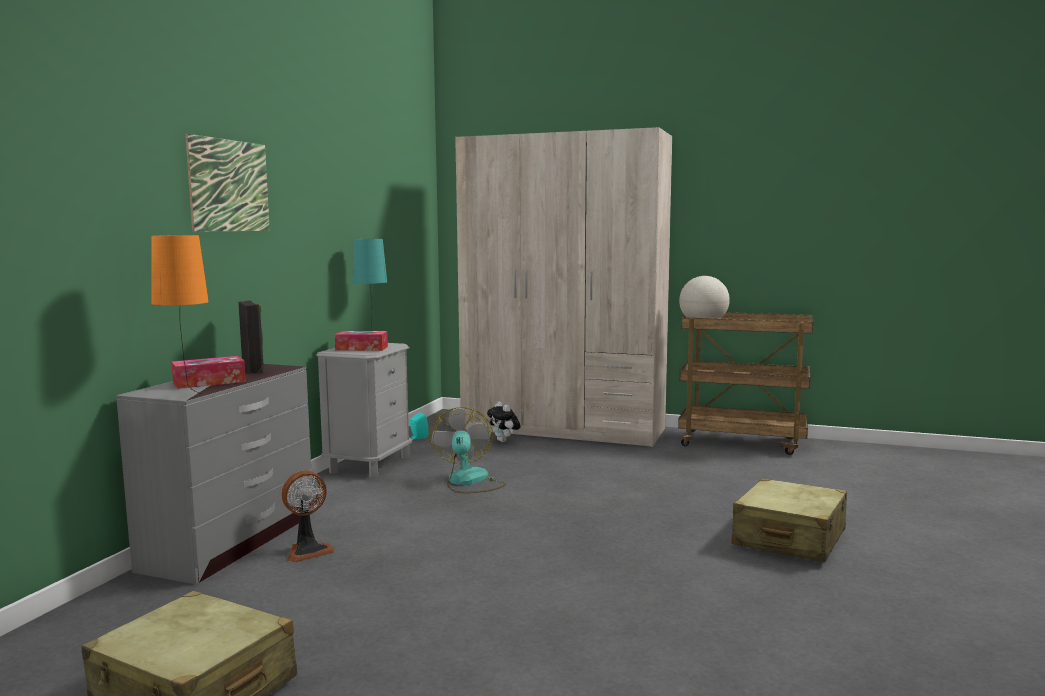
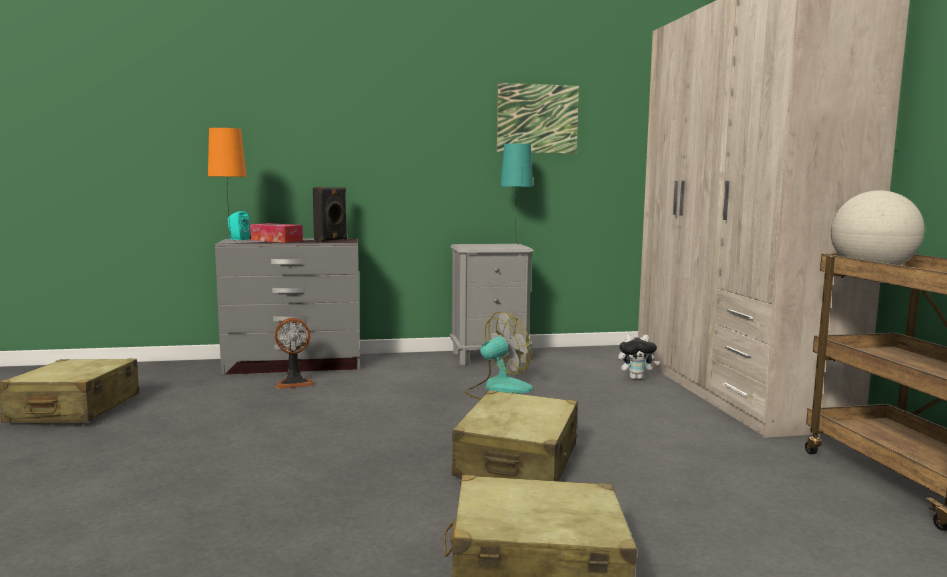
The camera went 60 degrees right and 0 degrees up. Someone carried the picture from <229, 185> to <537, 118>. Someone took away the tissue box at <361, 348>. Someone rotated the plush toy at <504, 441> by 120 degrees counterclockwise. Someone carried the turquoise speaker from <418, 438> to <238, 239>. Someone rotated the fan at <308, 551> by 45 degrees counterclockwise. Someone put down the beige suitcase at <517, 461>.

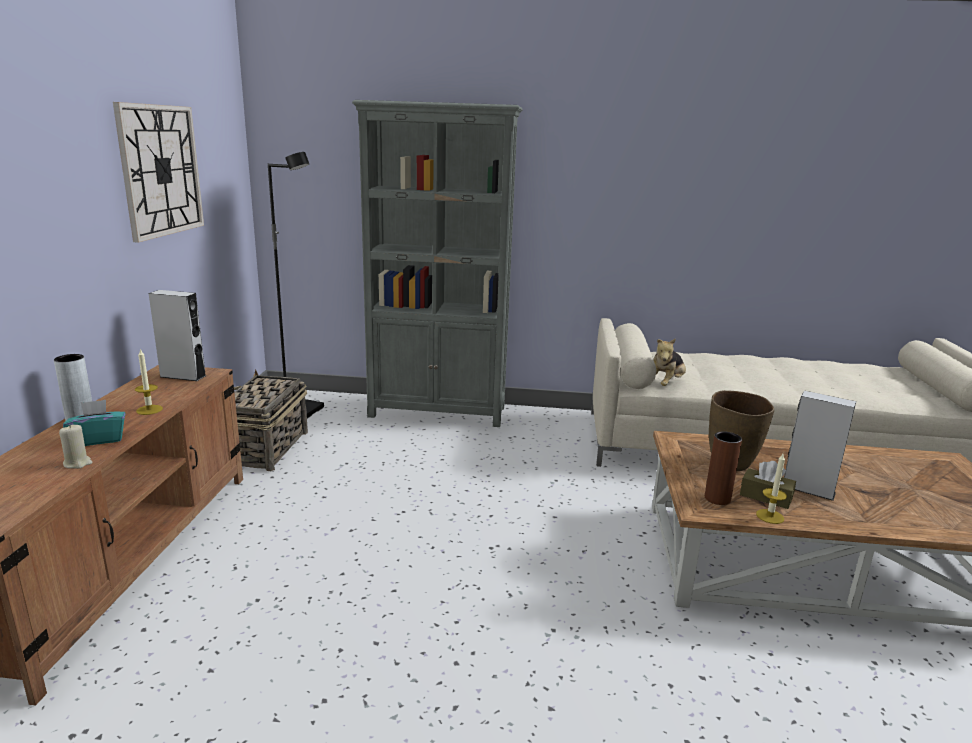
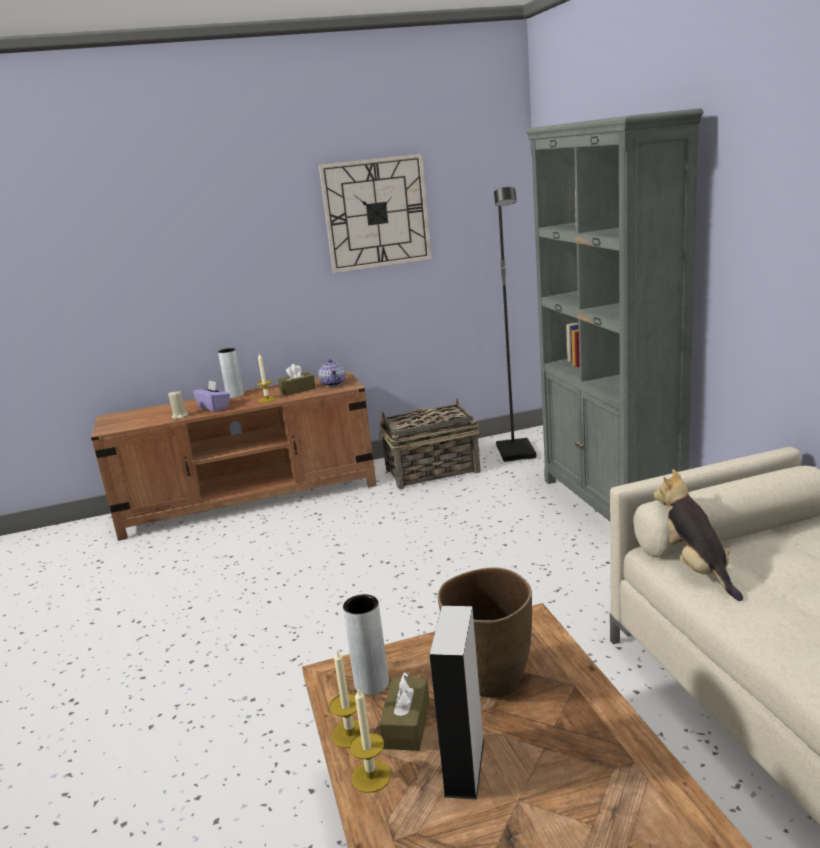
The camera went 70 degrees right and 0 degrees up. Someone swapped the grey speaker at <183, 376> for the teapot at <333, 384>. Someone rotated the plush toy at <666, 384> by 60 degrees clockwise. Someone repainted the turquoise tissue box at <99, 439>, which became the purple tissue box at <214, 407>. Someone repainted the brown vase at <717, 498>, which became the grey vase at <371, 684>. Someone put down the brown tissue box at <297, 390>. Someone put down the candle at <371, 776>.

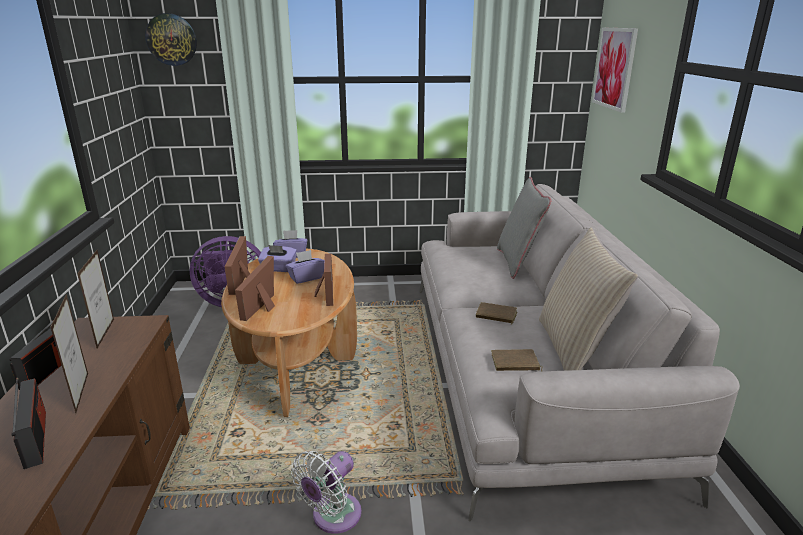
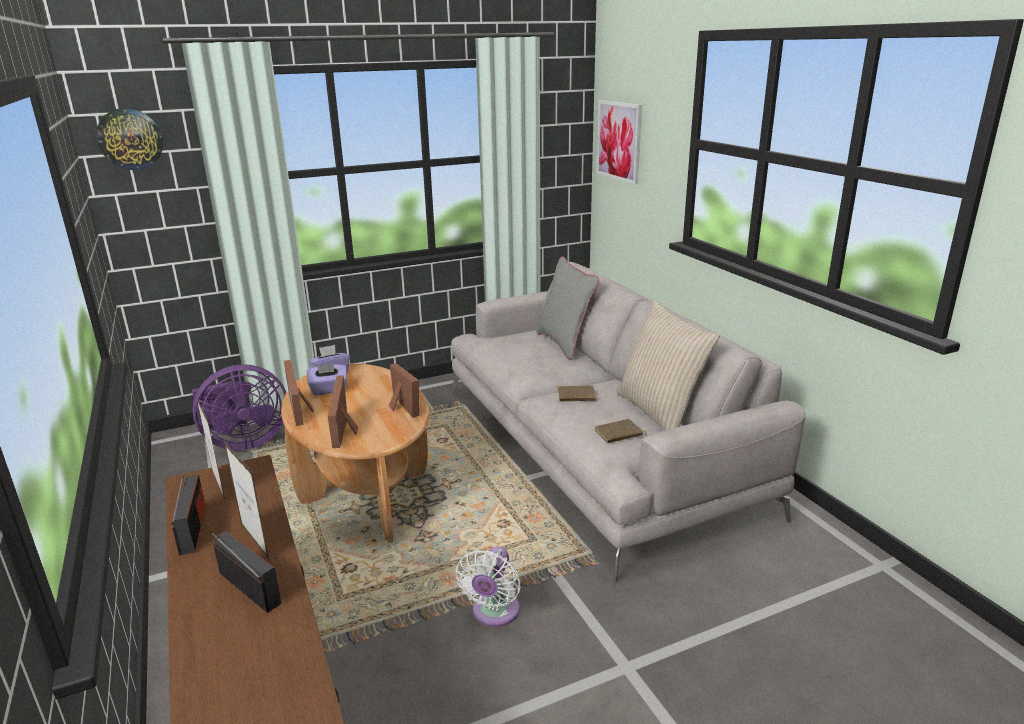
The camera went 20 degrees left and 0 degrees up. Someone took away the purple tissue box at <306, 278>.

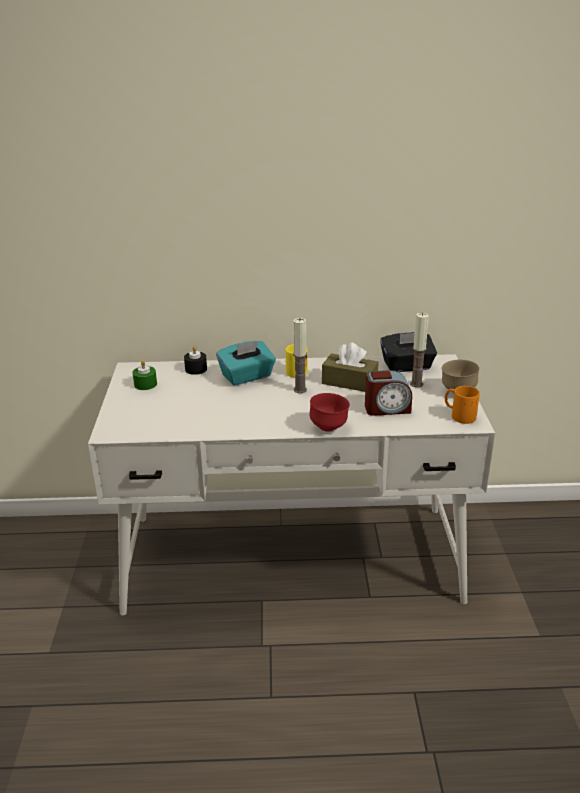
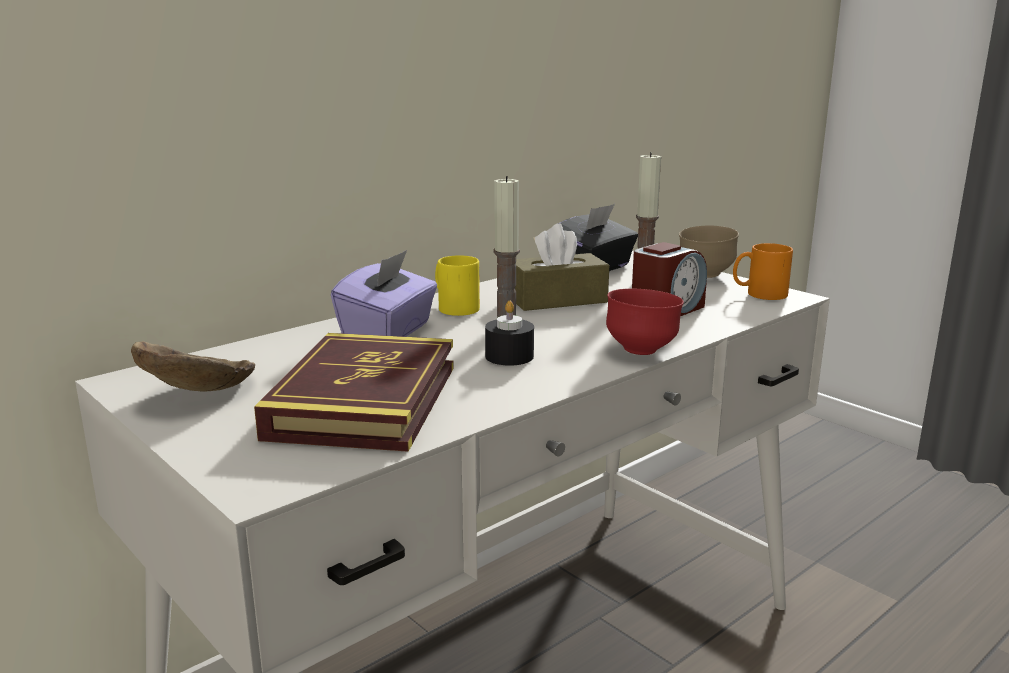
The camera went 40 degrees left and 10 degrees down. Someone repainted the turquoise tissue box at <247, 376>, which became the purple tissue box at <388, 332>. Someone carried the black candle from <196, 369> to <509, 356>. Someone swapped the green candle at <145, 384> for the brown bowl at <204, 392>. Someone put down the book at <364, 401>.

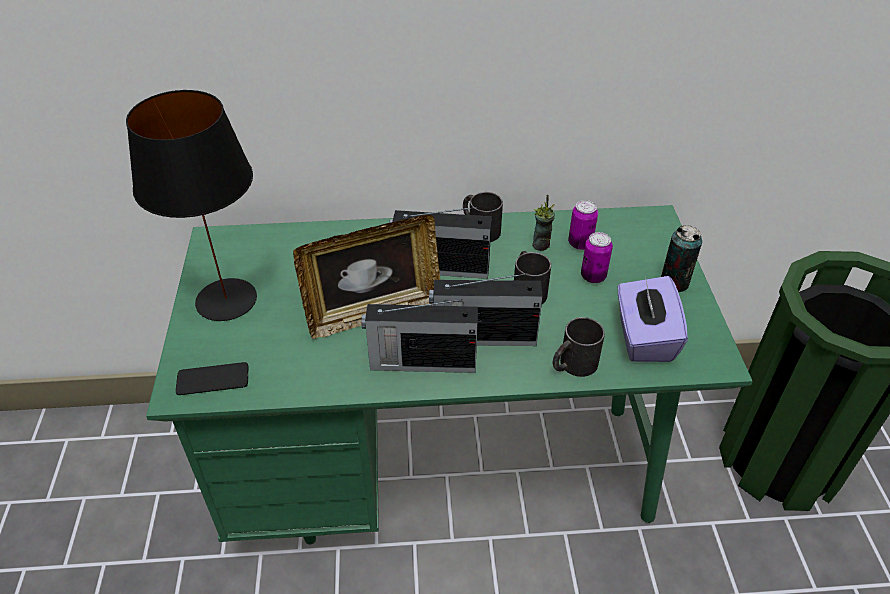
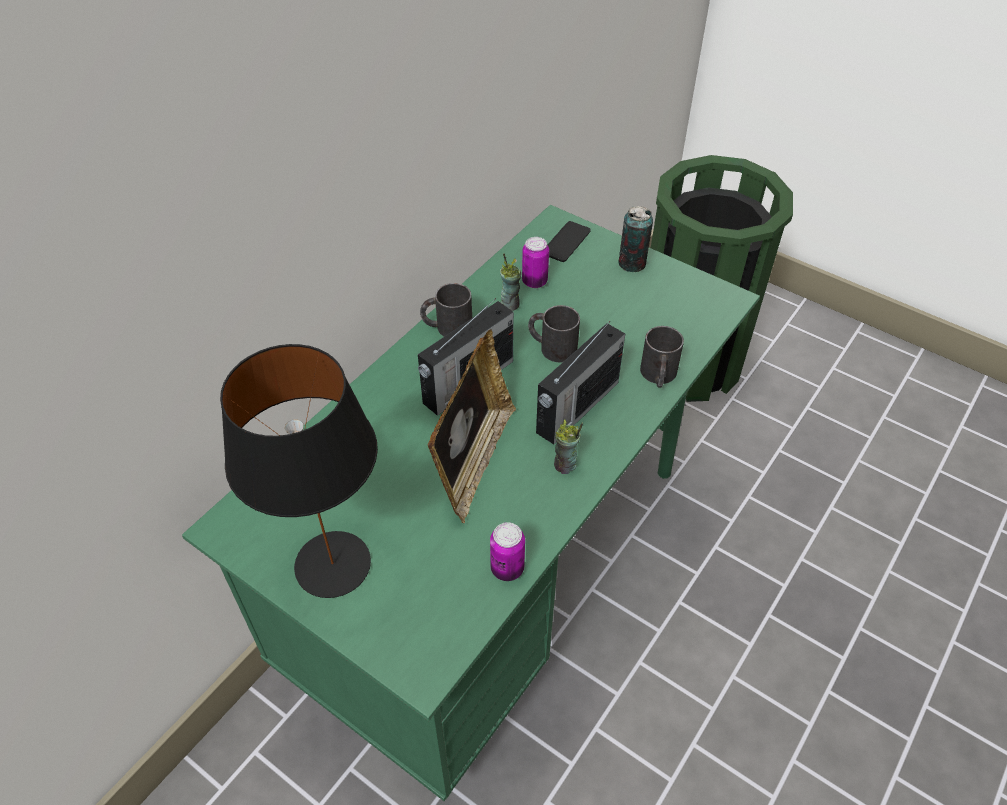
The camera went 50 degrees left and 5 degrees up. Someone carried the can from <593, 276> to <507, 568>. Someone took away the purple tissue box at <643, 337>. Someone swapped the radio at <421, 362> for the cup at <565, 465>. Someone carried the phone from <213, 379> to <566, 242>.

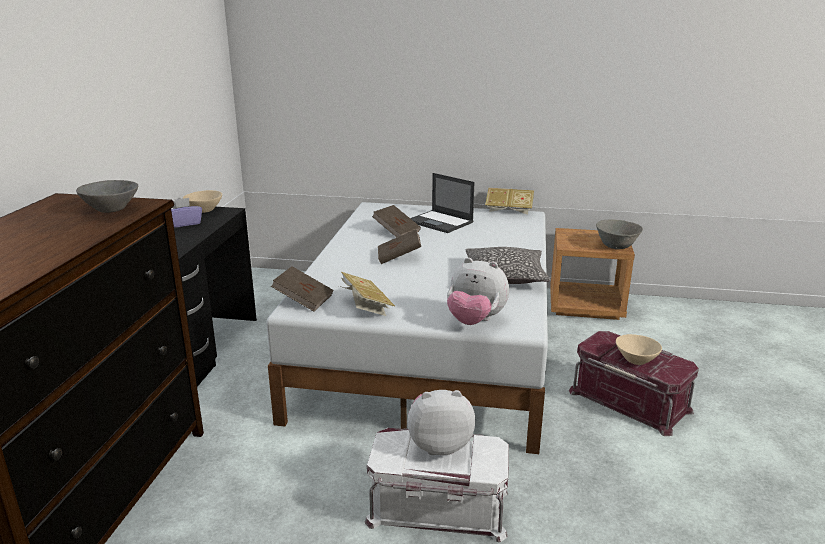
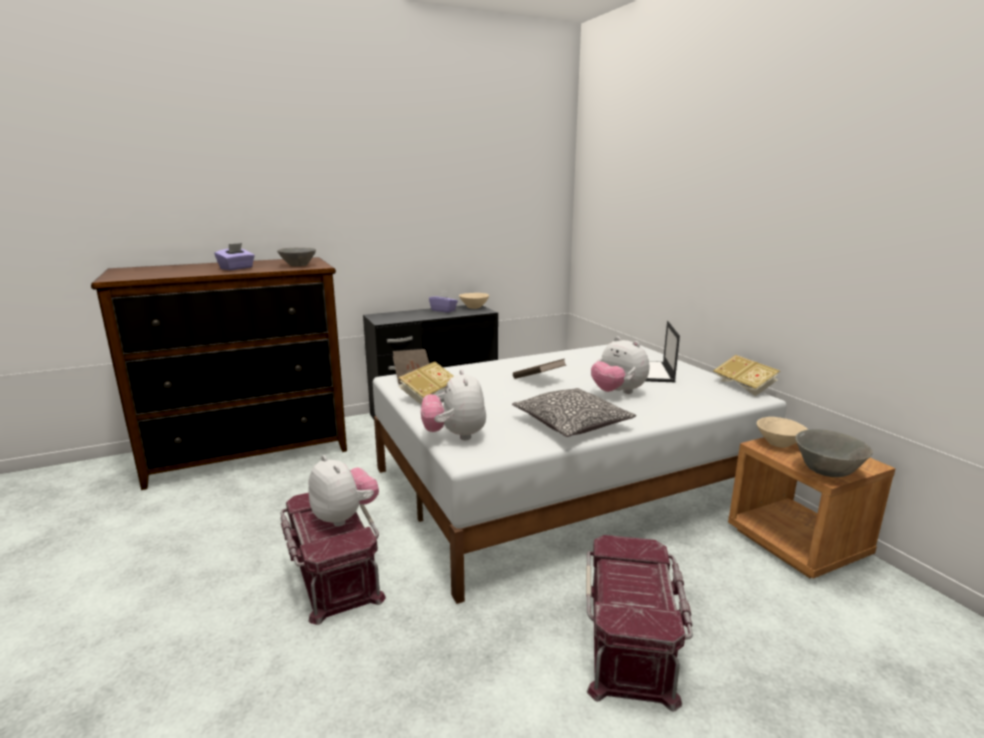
The camera went 55 degrees right and 5 degrees down. Someone took away the brown book at <396, 232>. Someone carried the beige bowl from <635, 360> to <779, 443>. Someone repainted the white storage box at <437, 508>, which became the red storage box at <332, 573>. Someone put down the purple tissue box at <237, 268>. Someone put down the plush toy at <617, 392>.

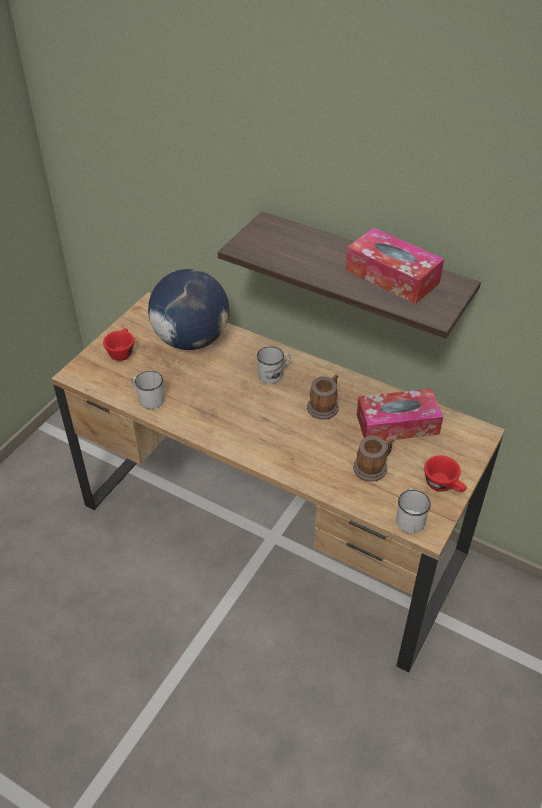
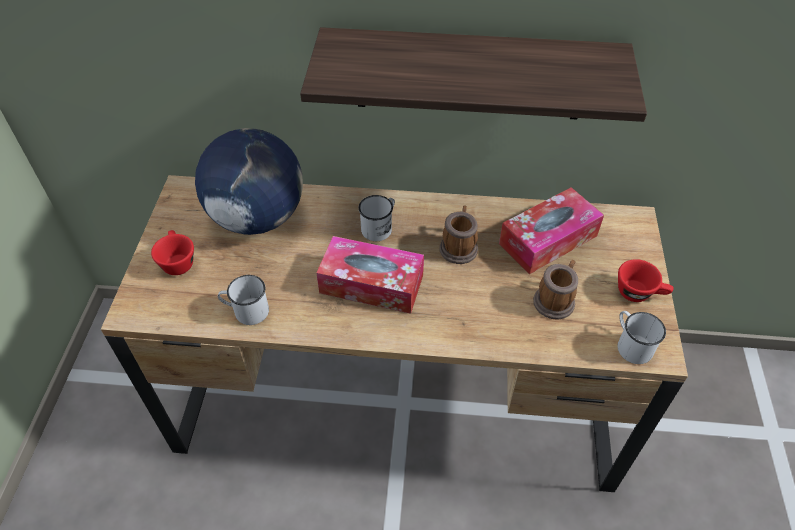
The camera went 25 degrees left and 5 degrees up. Someone carried the tissue box from <392, 276> to <371, 284>.

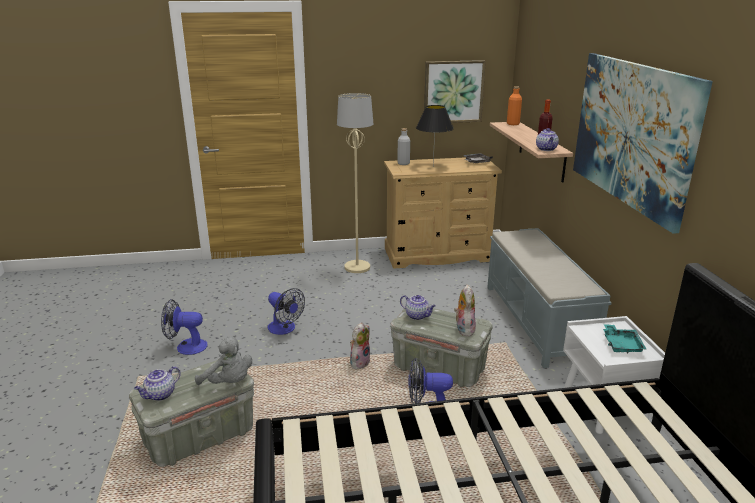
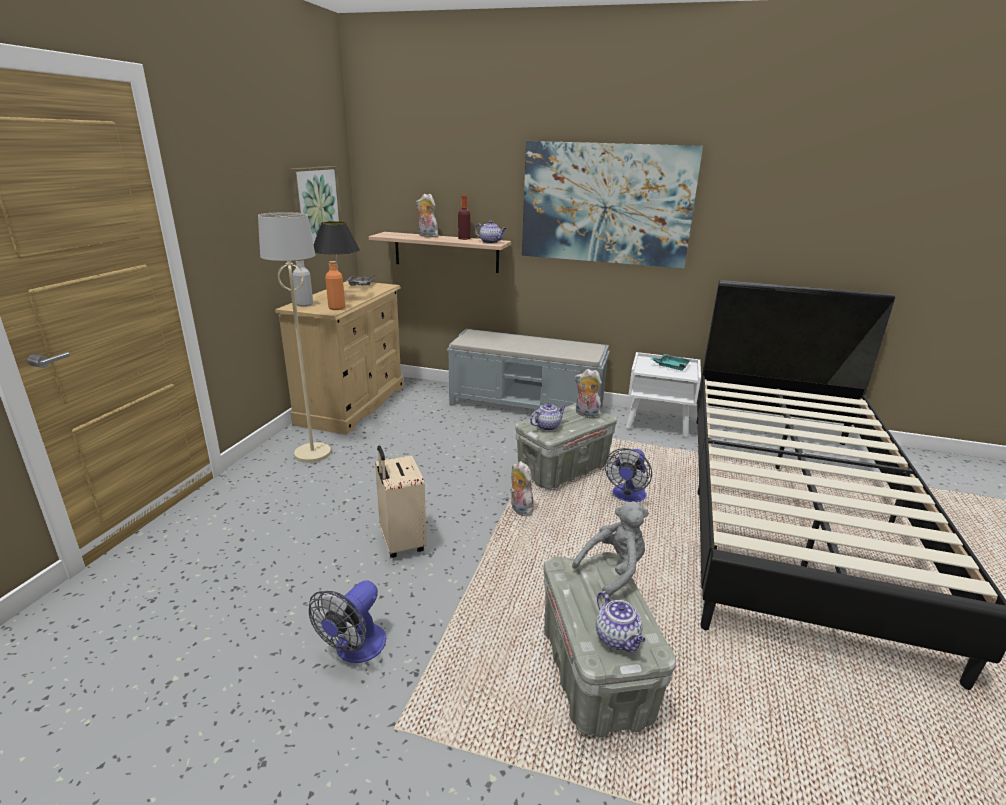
The camera went 65 degrees left and 0 degrees up. Someone carried the orange bottle from <513, 124> to <336, 308>. Someone swapped the fan at <285, 329> for the beige suitcase at <401, 543>. Someone put down the plush toy at <427, 236>.

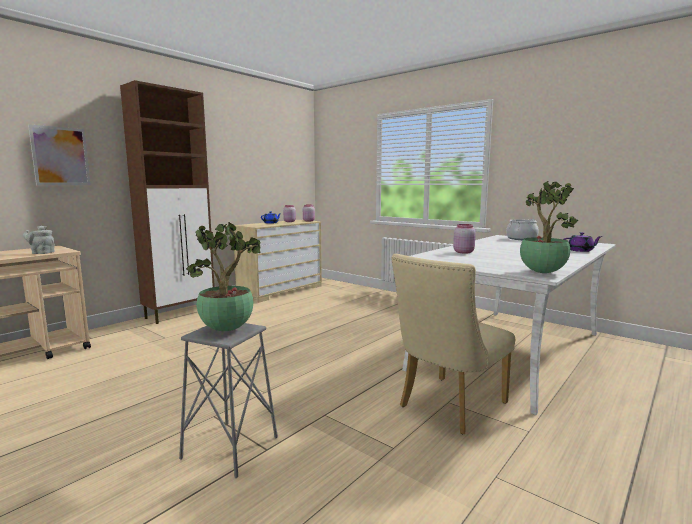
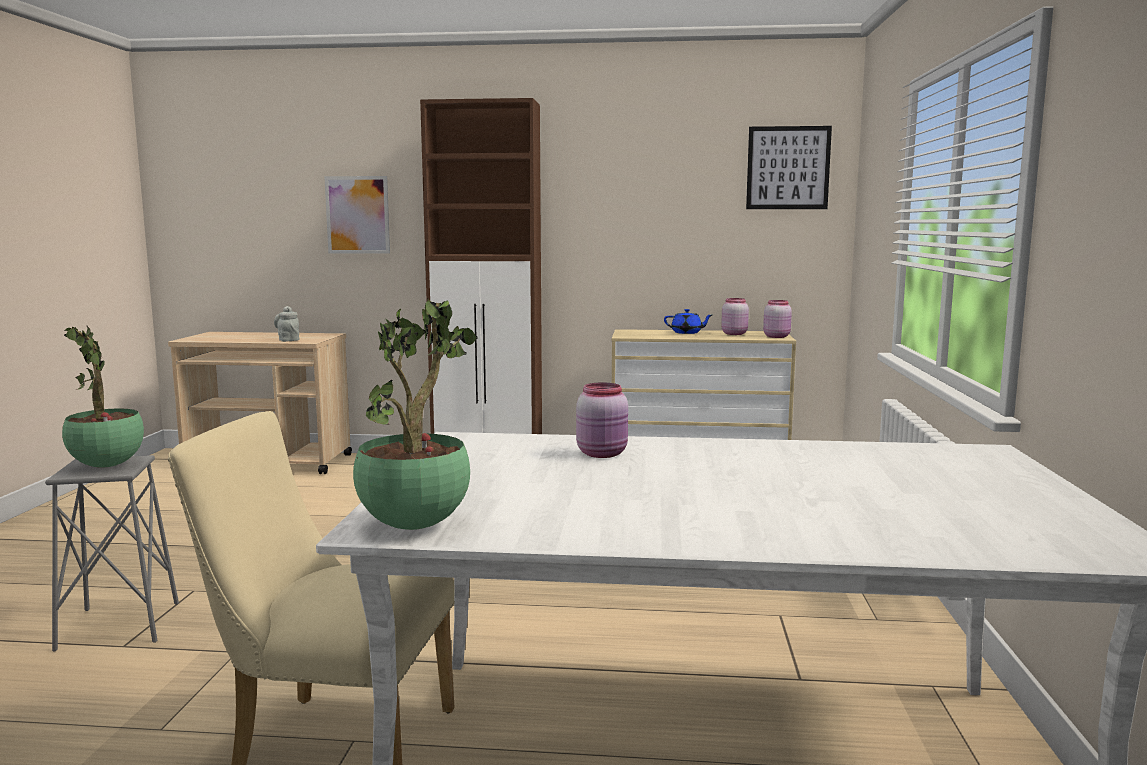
The camera went 55 degrees right and 0 degrees up. Someone took away the cooking pot at <521, 239>. Someone took away the purple teapot at <580, 250>. Someone put up the picture at <788, 168>.

